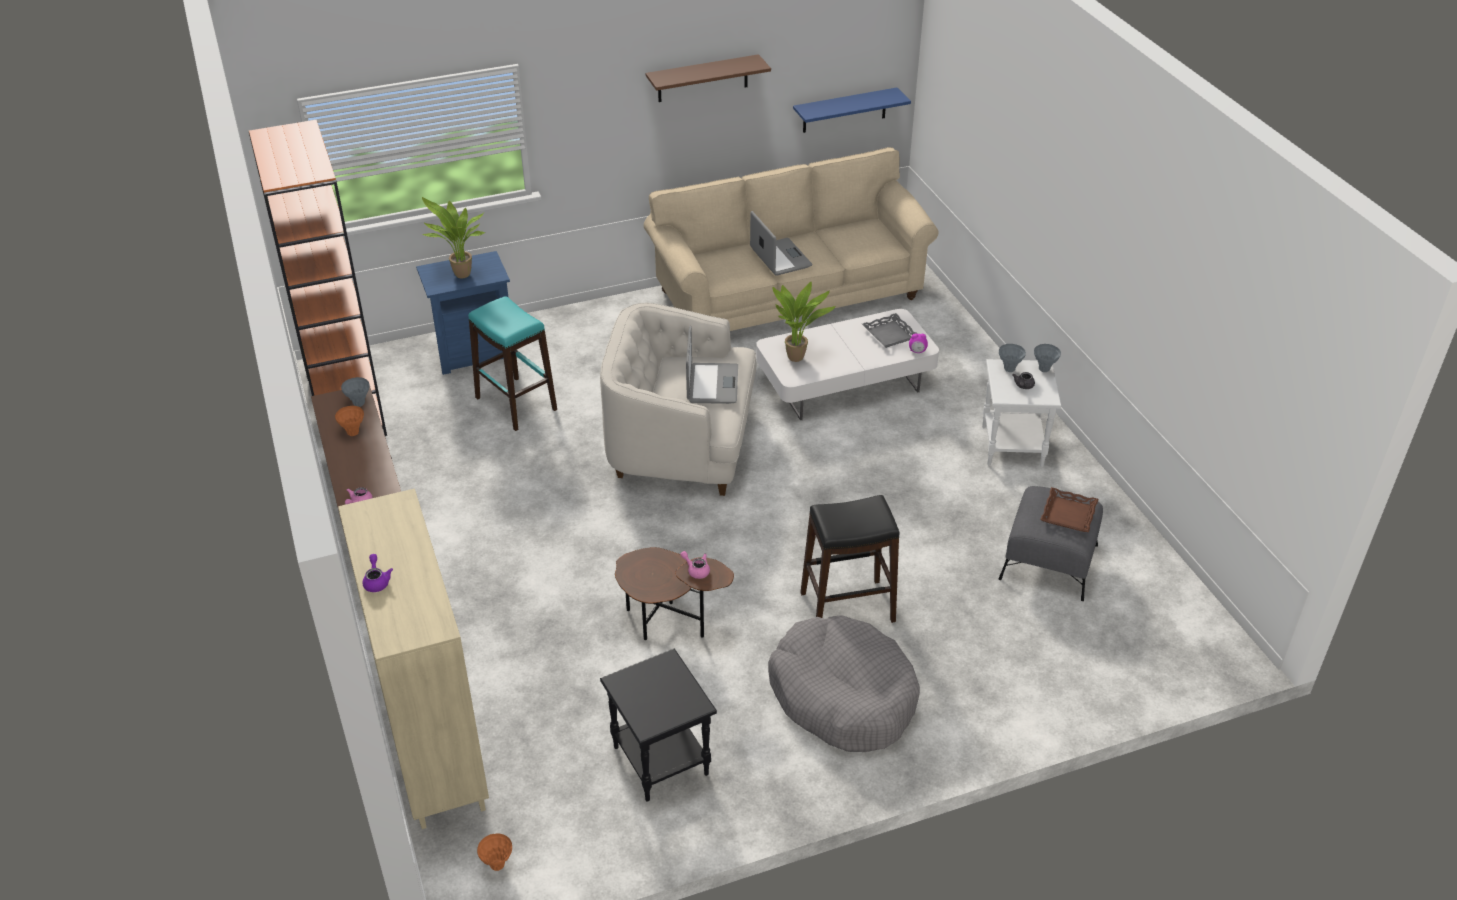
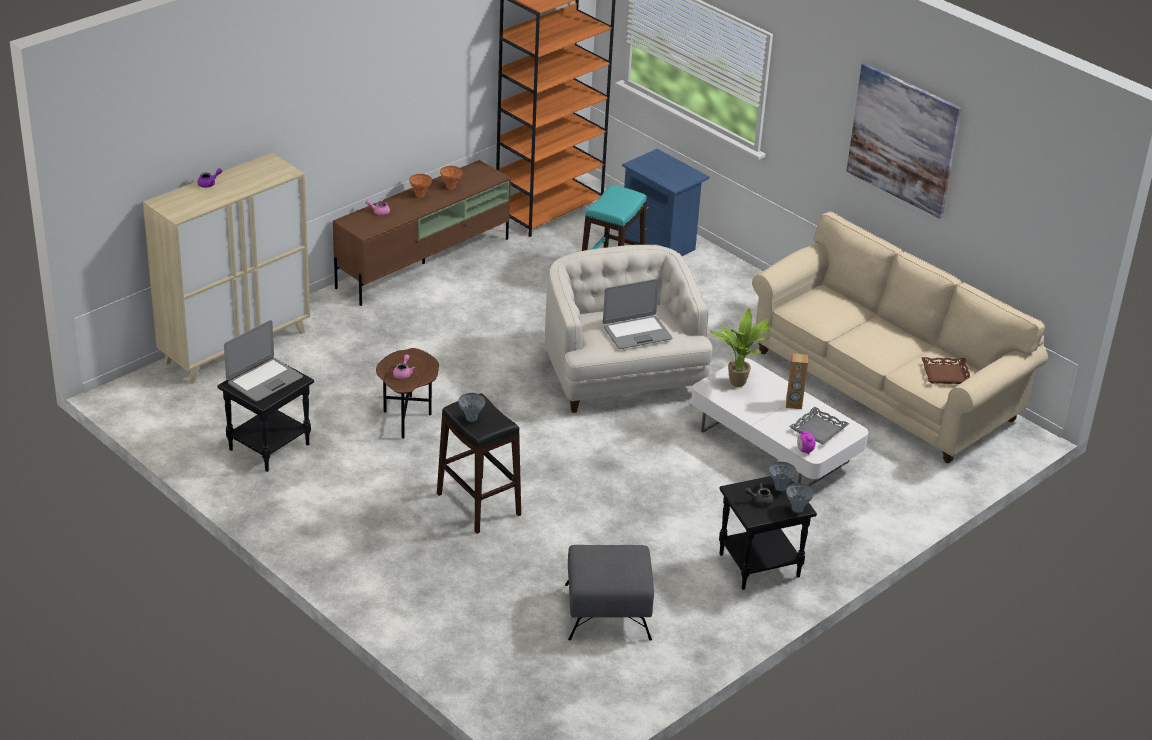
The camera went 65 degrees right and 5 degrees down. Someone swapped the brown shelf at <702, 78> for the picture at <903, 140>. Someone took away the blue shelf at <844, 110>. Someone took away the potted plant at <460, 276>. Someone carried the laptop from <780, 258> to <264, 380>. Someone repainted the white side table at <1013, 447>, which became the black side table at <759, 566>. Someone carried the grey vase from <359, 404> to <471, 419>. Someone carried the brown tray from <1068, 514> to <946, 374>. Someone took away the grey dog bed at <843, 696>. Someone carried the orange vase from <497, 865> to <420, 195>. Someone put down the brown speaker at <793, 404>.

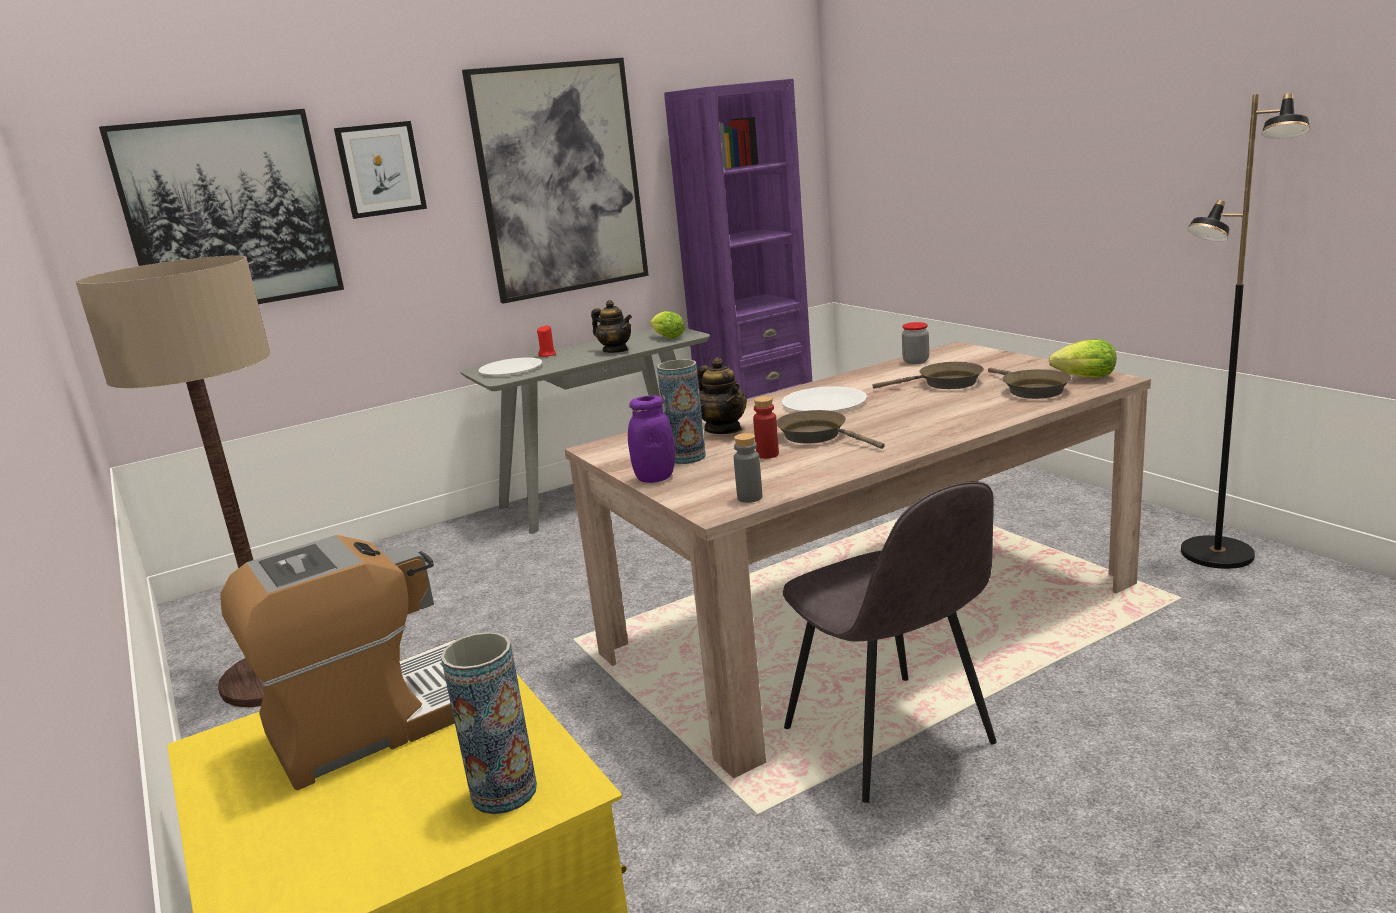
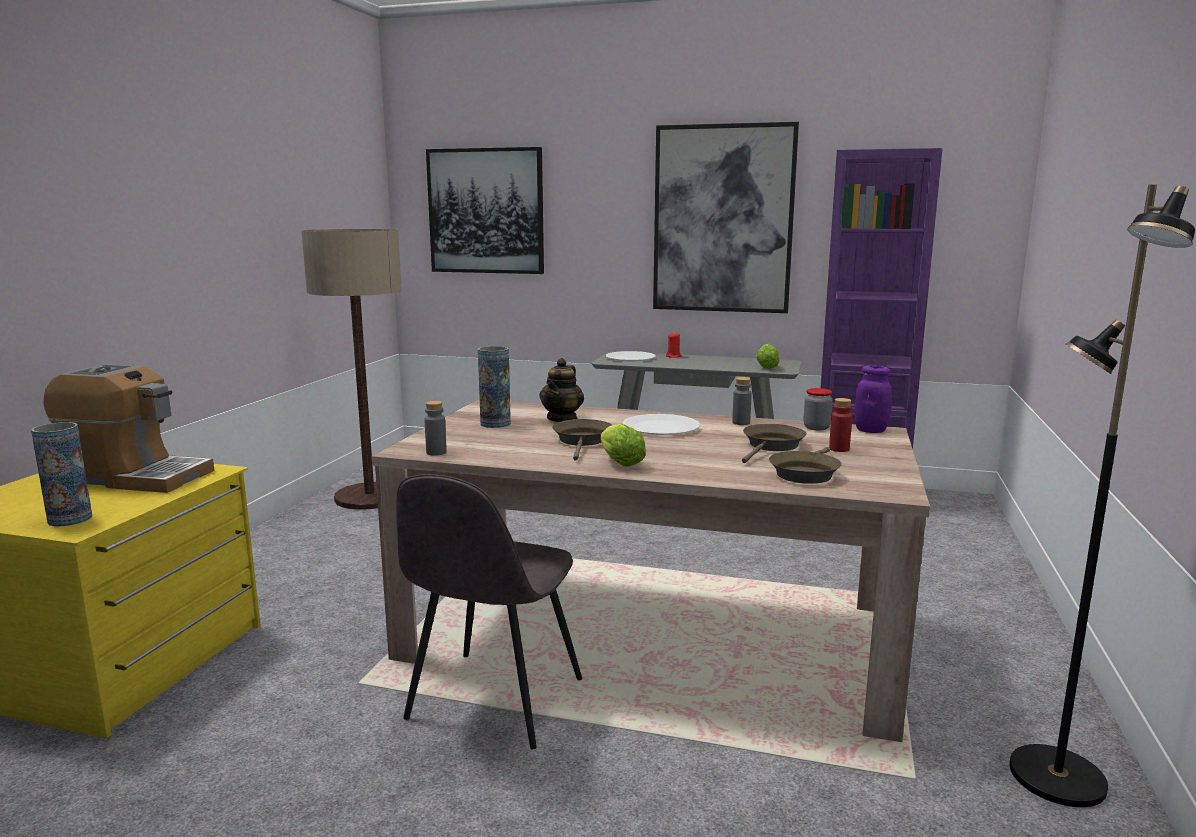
The camera went 45 degrees right and 5 degrees down. Someone took away the picture at <381, 169>. Someone took away the teapot at <615, 350>. Someone carried the lettuce from <1081, 378> to <618, 462>. Someone rotated the brown frying pan at <945, 383> by 105 degrees counterclockwise. Someone carried the purple jar from <655, 478> to <870, 430>. Someone carried the red bottle from <767, 454> to <839, 449>. Someone put down the grey bottle at <741, 423>.

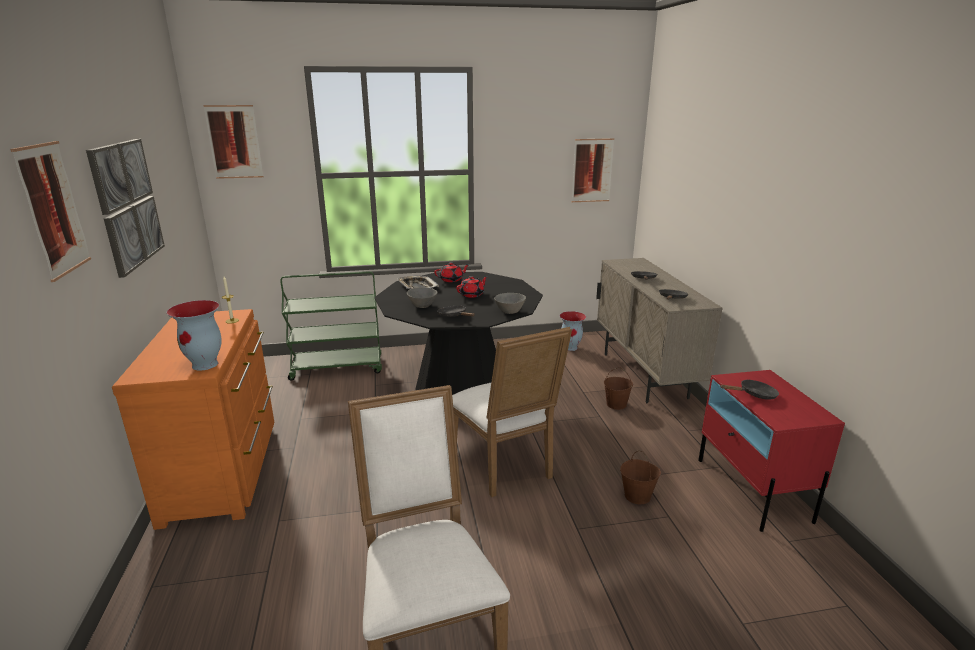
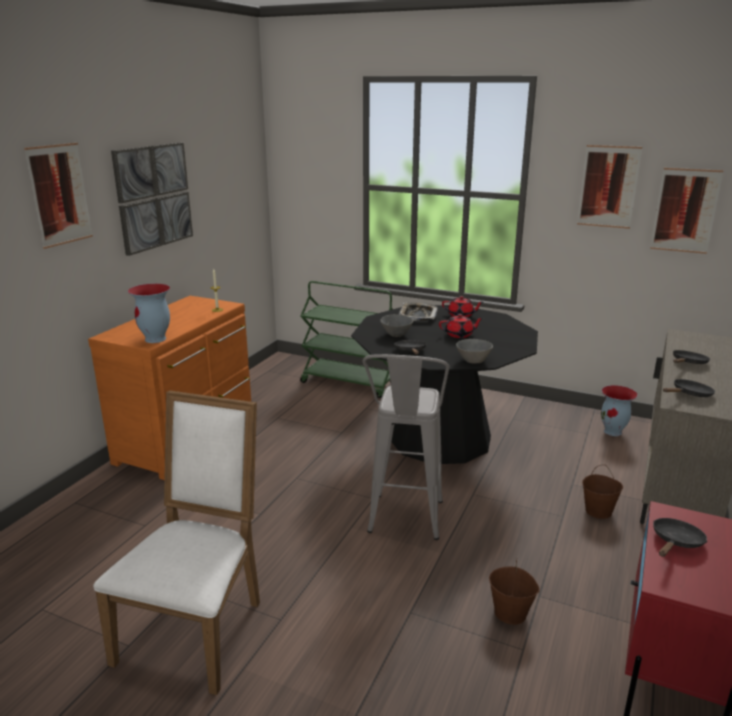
The camera went 35 degrees right and 0 degrees up. Someone carried the picture from <234, 142> to <608, 186>. Someone swapped the white chair at <505, 466> for the grey stool at <404, 525>. Someone rotated the black frying pan at <754, 395> by 75 degrees counterclockwise.

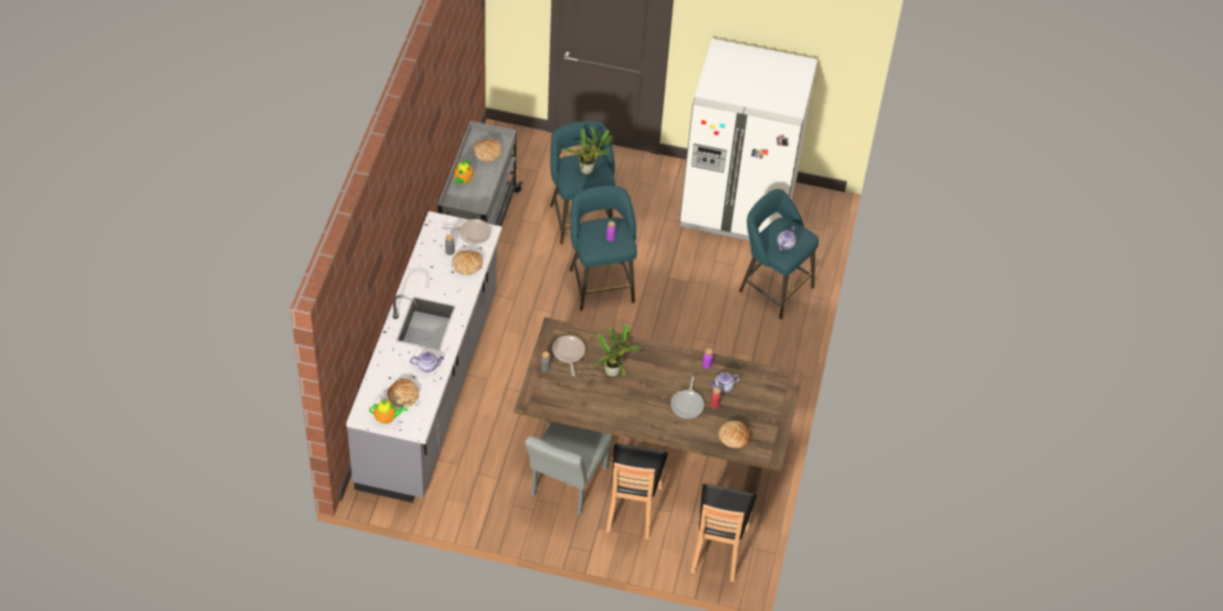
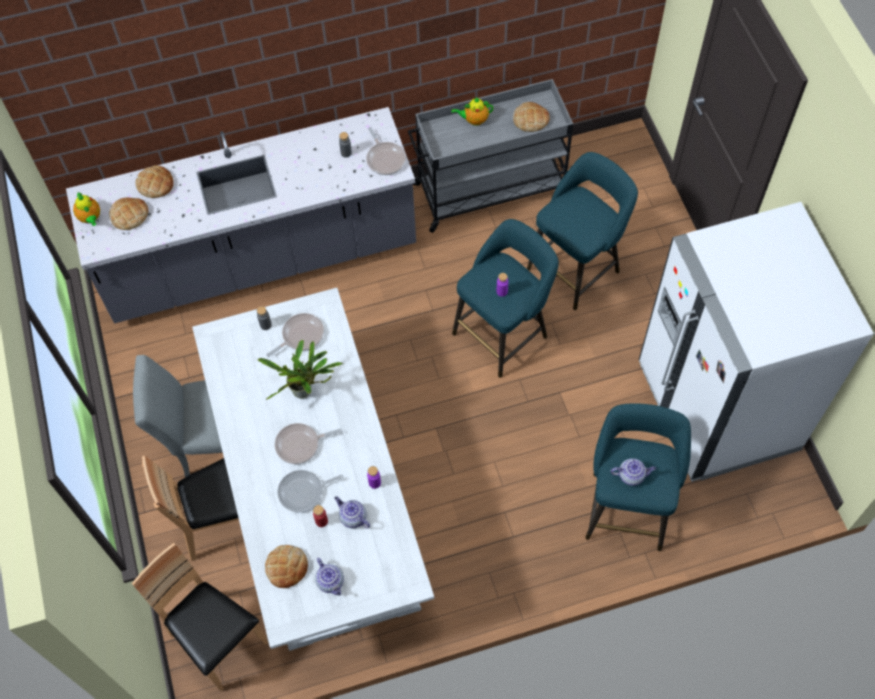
The camera went 65 degrees right and 10 degrees up. Someone took away the potted plant at <589, 170>. Someone carried the bread from <467, 264> to <155, 184>. Someone repainted the brown dining table at <654, 445>, which became the white dining table at <320, 500>. Someone carried the teapot from <428, 366> to <331, 582>. Someone rotated the brown chair at <718, 549> by 60 degrees clockwise. Someone put down the frying pan at <300, 445>.

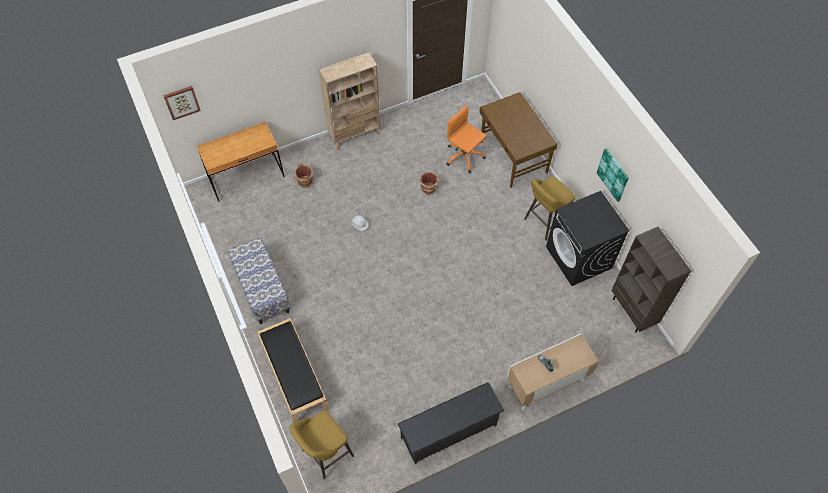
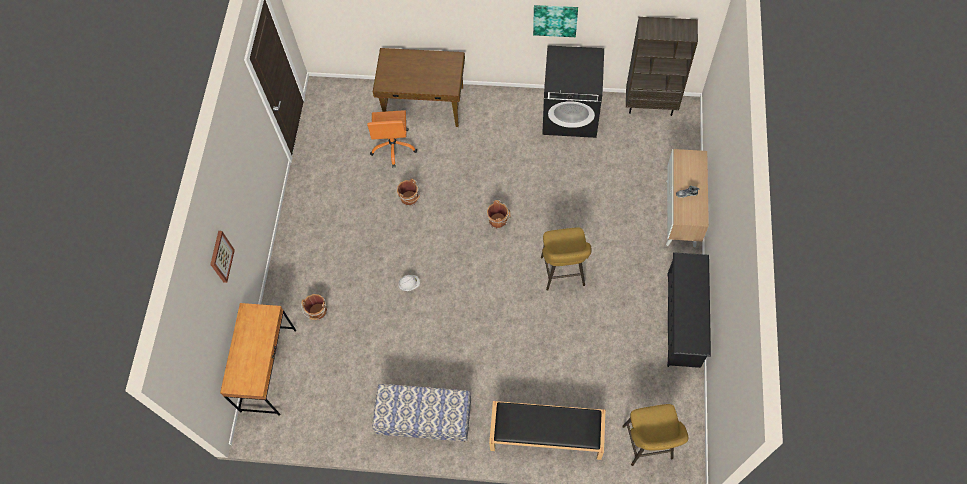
The camera went 55 degrees left and 5 degrees up. Someone took away the beige bookcase at <355, 135>. Someone carried the picture from <182, 102> to <221, 256>. Someone rotated the orange office chair at <464, 157> by 75 degrees counterclockwise. Someone carried the yellow stool from <544, 223> to <563, 274>. Someone put down the brown bucket at <498, 220>.

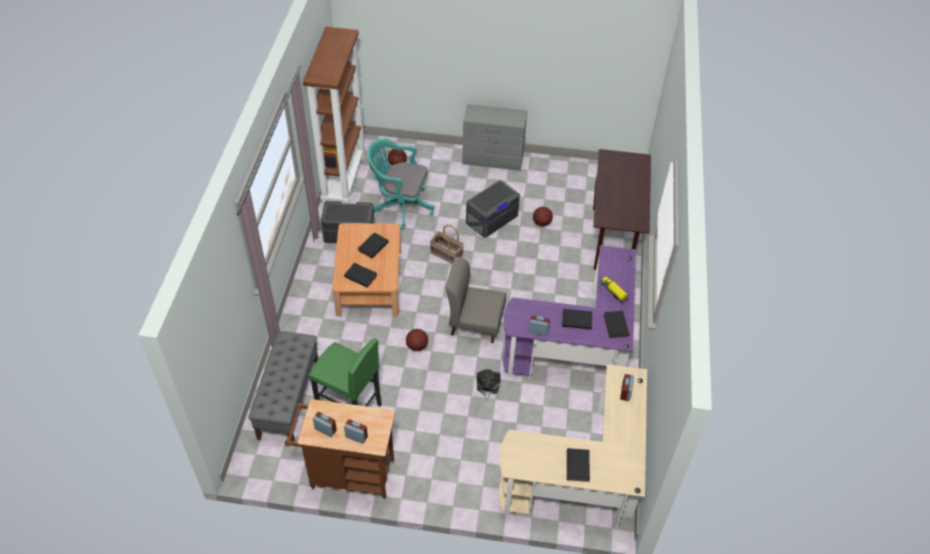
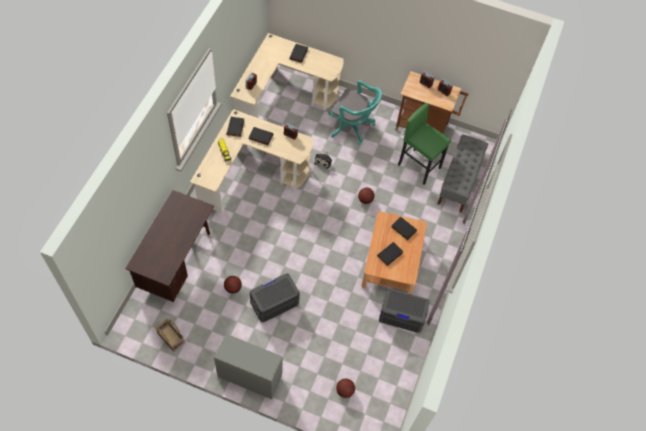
The camera went 170 degrees left and 10 degrees up. Someone took away the brown bookcase at <344, 179>. Someone carried the turquoise office chair from <400, 206> to <352, 127>. Someone carried the basket from <447, 254> to <170, 338>. Someone repainted the purple desk at <578, 348>, which became the beige desk at <251, 173>. Someone took away the grey chair at <475, 323>.

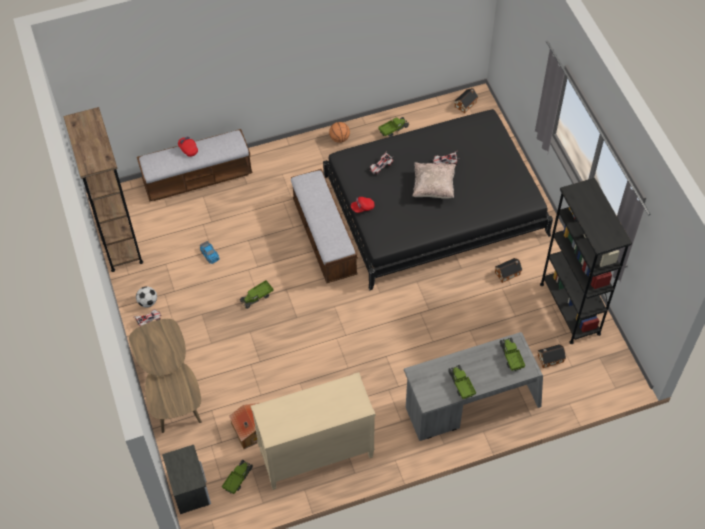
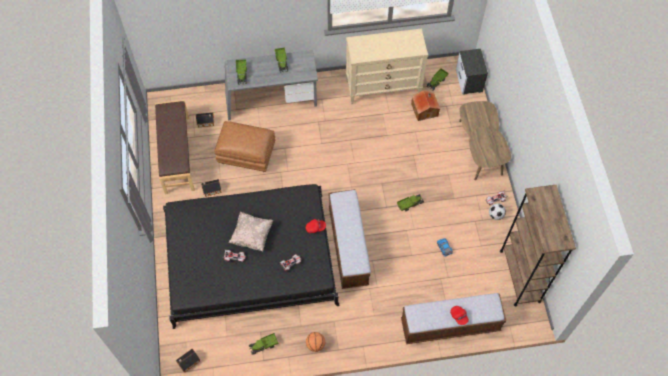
The camera went 170 degrees left and 5 degrees up. Someone swapped the black bookcase at <570, 308> for the brown bench at <176, 155>. Someone put down the brown ottoman at <246, 155>.

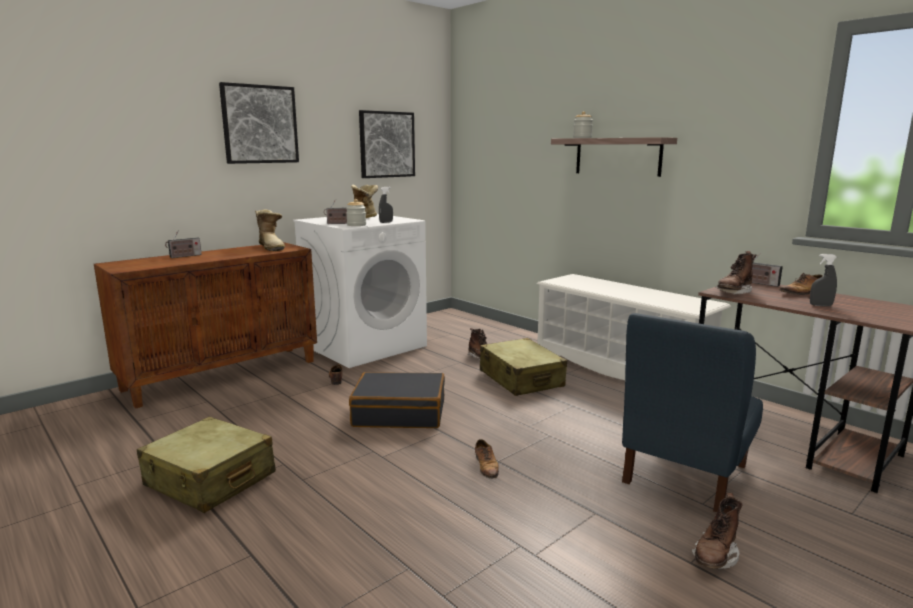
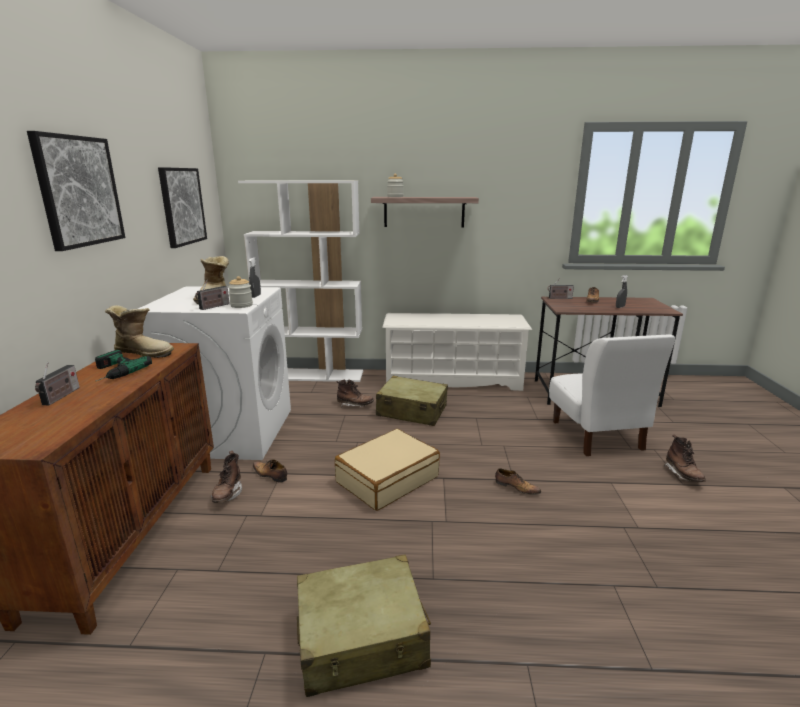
The camera went 45 degrees left and 5 degrees up. Someone carried the brown boot from <734, 292> to <228, 494>. Someone repainted the blue chair at <684, 473>, which became the white chair at <596, 435>. Someone repainted the black suitcase at <399, 413>, which became the beige suitcase at <387, 479>. Someone put down the white bookcase at <313, 375>. Someone put down the power drill at <111, 372>.

